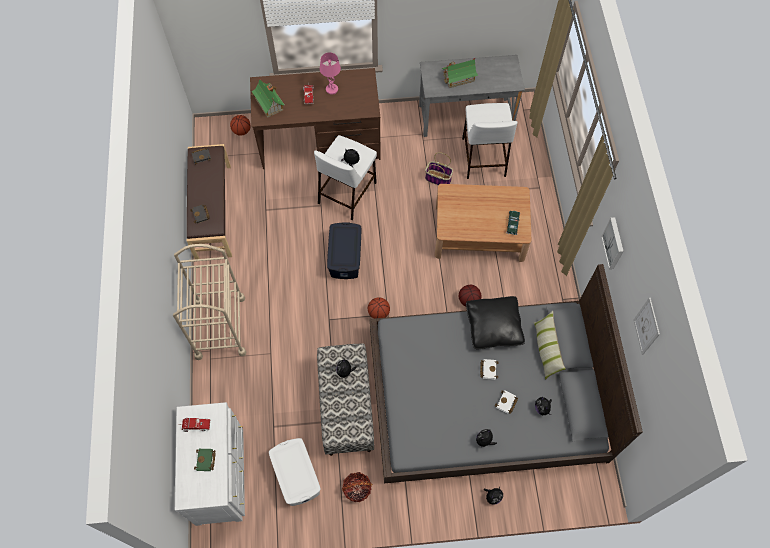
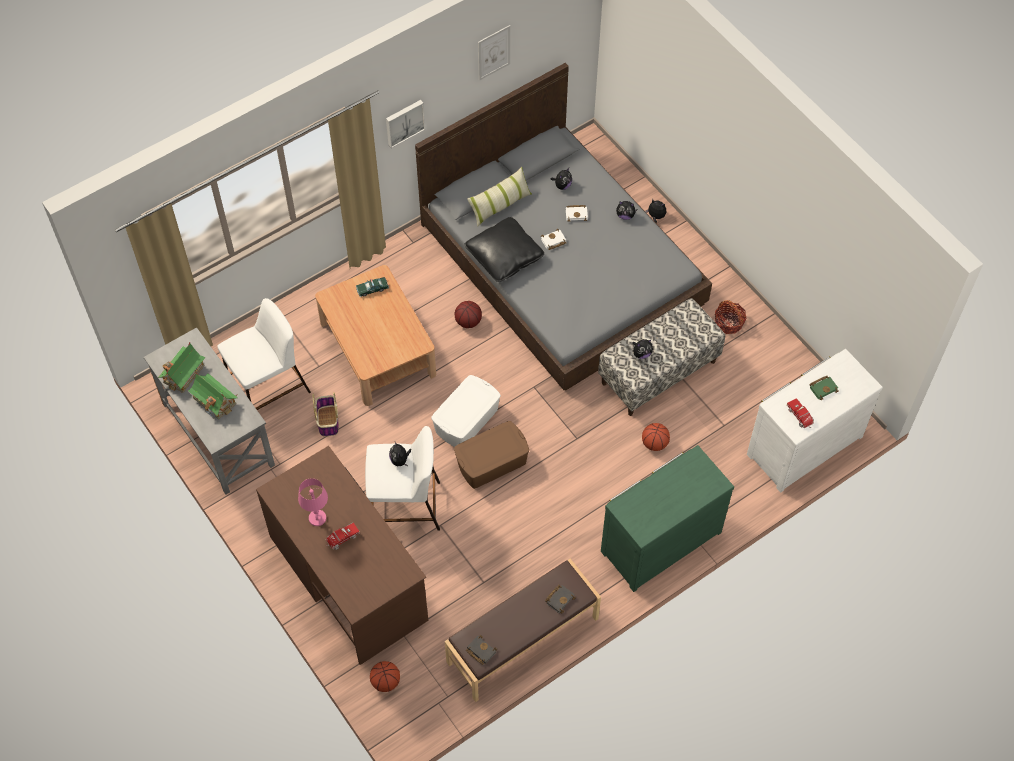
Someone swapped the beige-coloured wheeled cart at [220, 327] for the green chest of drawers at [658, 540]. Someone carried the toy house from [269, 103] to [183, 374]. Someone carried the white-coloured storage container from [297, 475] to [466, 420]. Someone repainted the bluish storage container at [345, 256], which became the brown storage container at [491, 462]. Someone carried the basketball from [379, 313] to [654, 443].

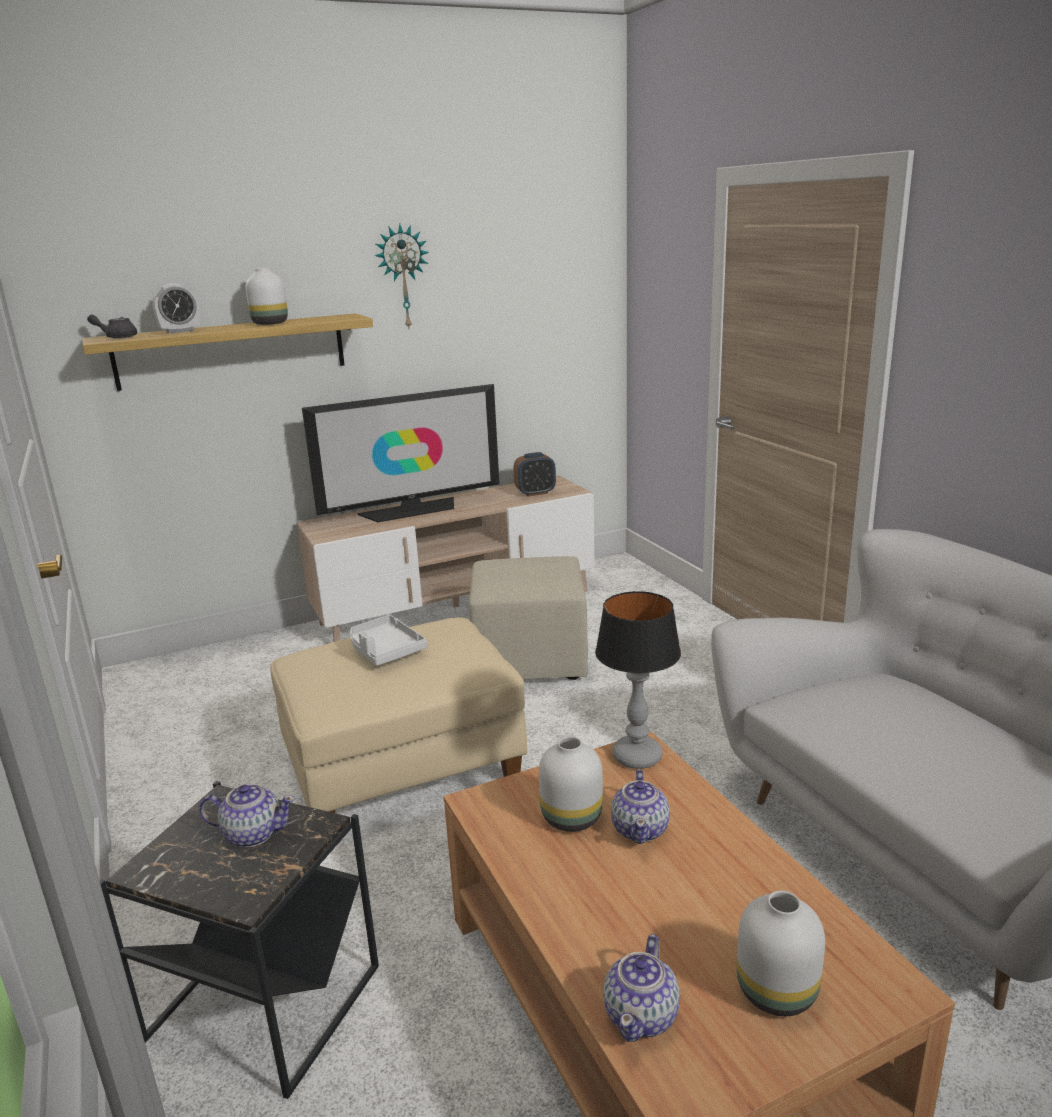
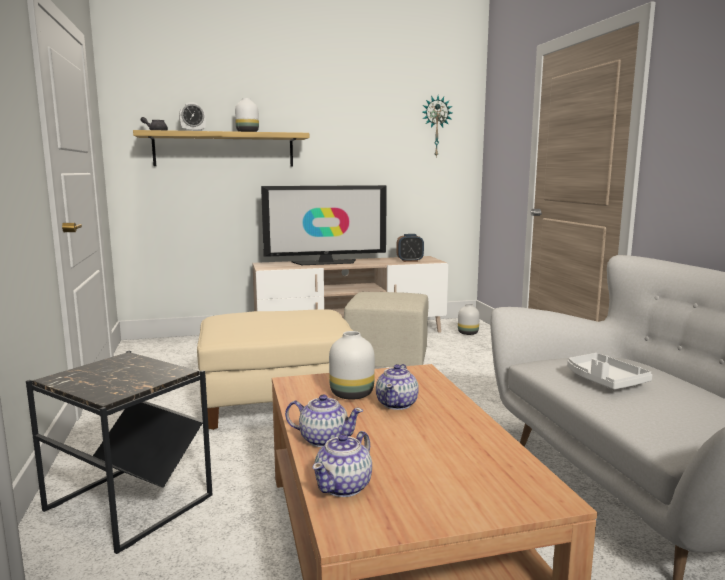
Someone carried the tea pot from [252, 833] to [323, 439]. Someone carried the white-coloured serving tray from [385, 650] to [604, 381]. Someone carried the hanging clock from [403, 277] to [436, 126]. Someone took away the lamp for a table at [638, 757]. Someone carried the white-coloured vase from [778, 990] to [468, 333].

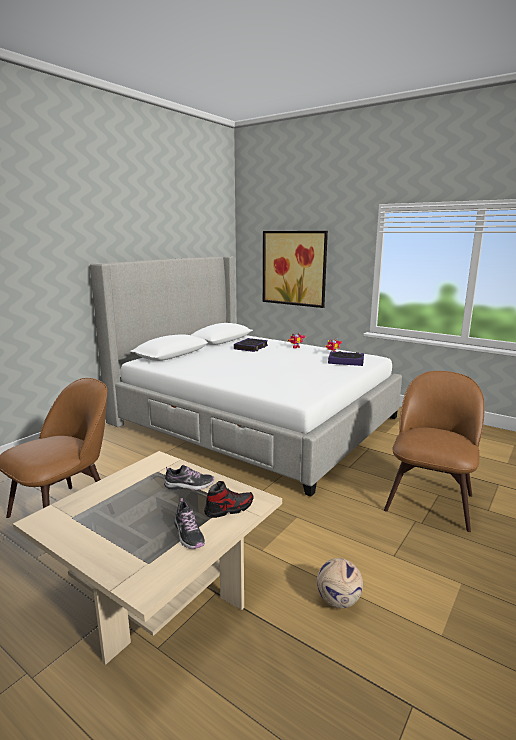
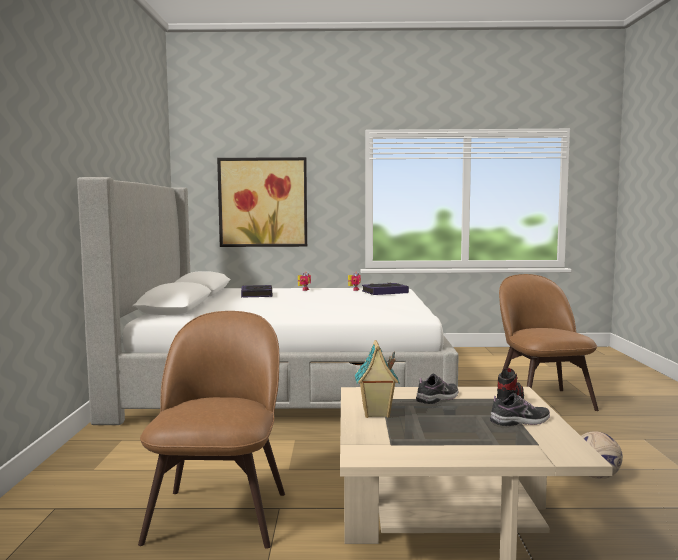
Someone rotated the shoe at [188, 534] by 45 degrees counterclockwise. Someone put down the toy house at [376, 414].

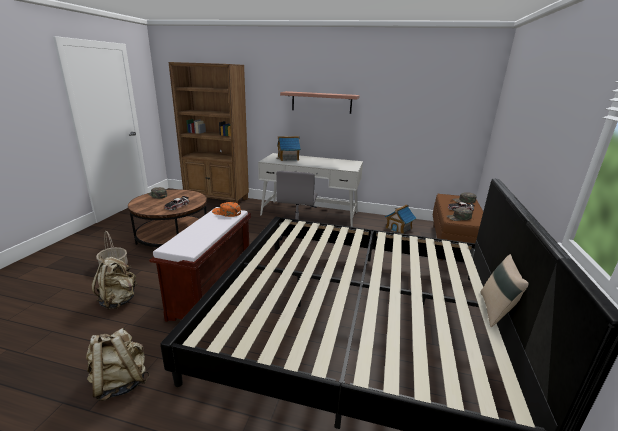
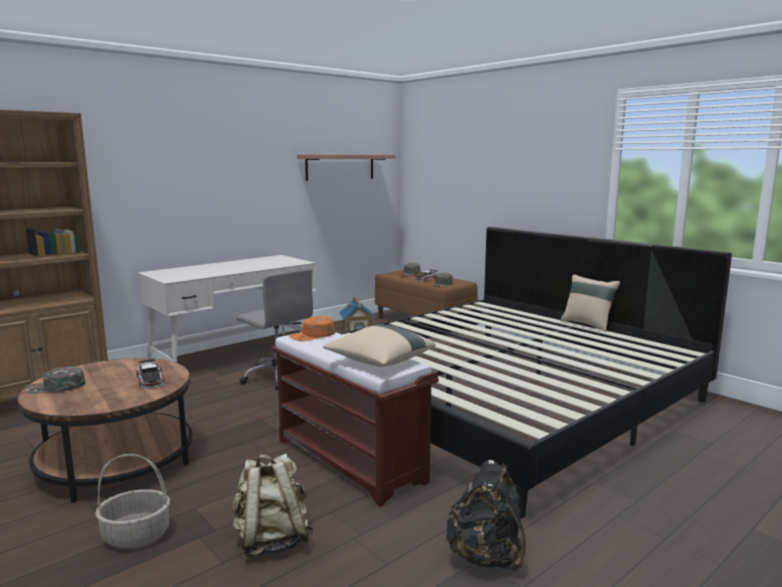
Someone repainted the beige-coloured backpack at [120, 382], which became the black-coloured backpack at [486, 557]. Someone took away the toy house at [288, 158]. Someone carried the wall shelf from [321, 102] to [340, 167]. Someone put down the beige-coloured throw pillow at [379, 361].

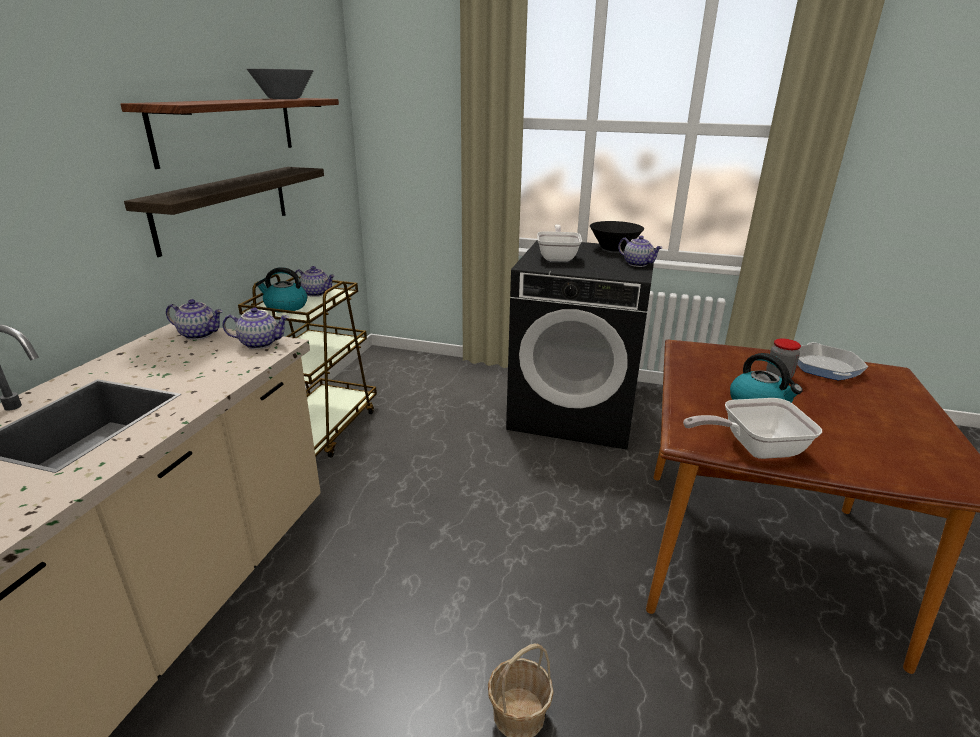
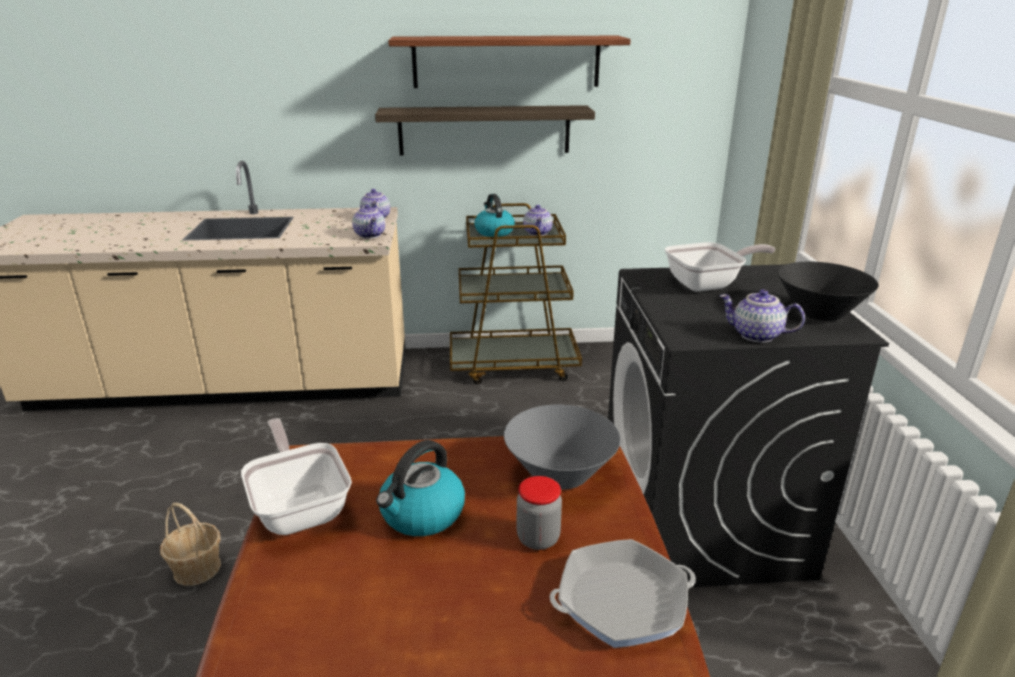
Someone carried the greyish bowl from [284, 99] to [560, 474]. Someone rotated the tea pot at [638, 264] by 90 degrees clockwise.

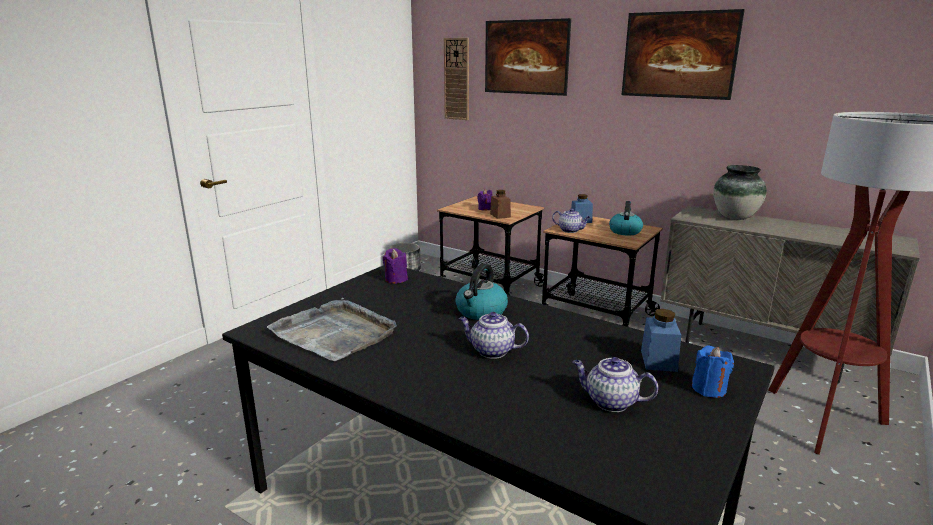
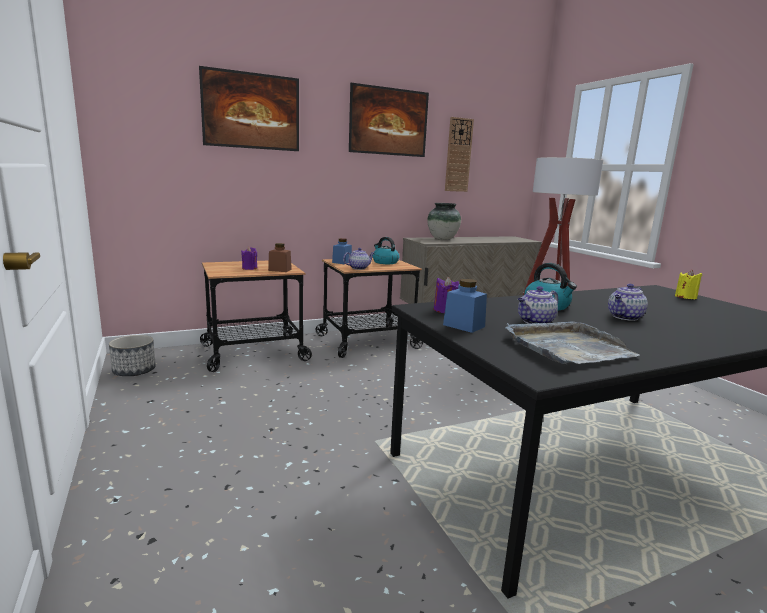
Someone carried the hanging clock from [457, 79] to [458, 155]. Someone carried the tea pot from [610, 402] to [535, 322]. Someone carried the bluish preserve jar from [658, 360] to [464, 326]. Someone repainted the bluish wax light at [709, 389], which became the yellowish wax light at [685, 297].

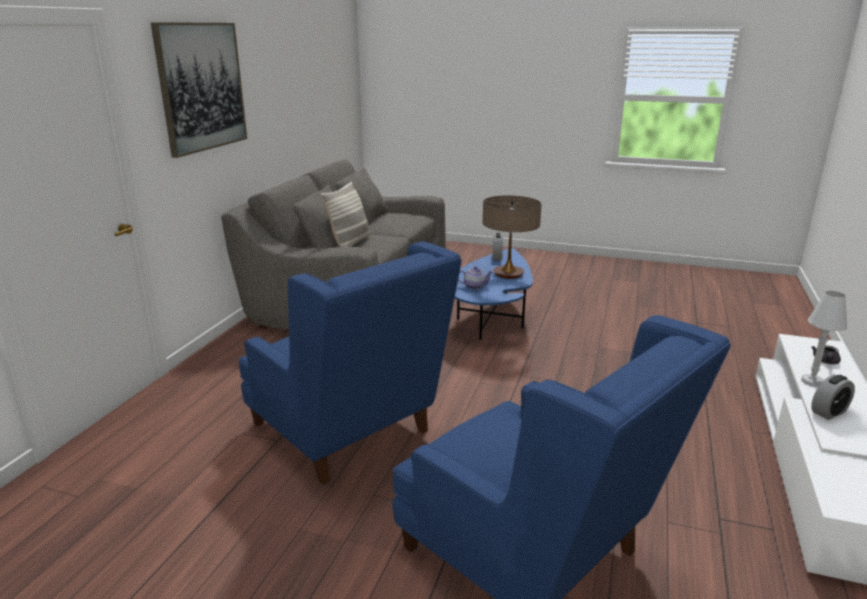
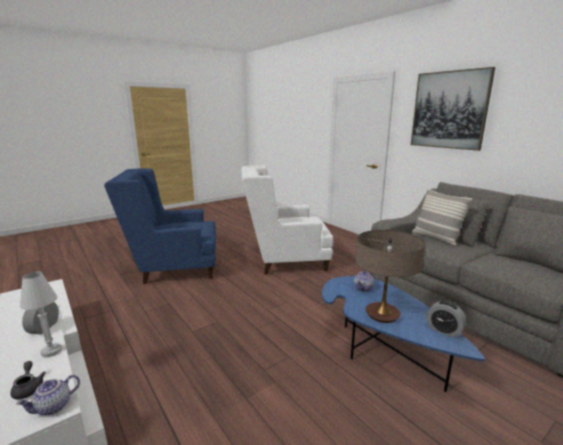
Someone repainted the bluish lounge chair at [349, 434], which became the white-coloured lounge chair at [284, 260]. Someone put down the tea pot at [53, 407].

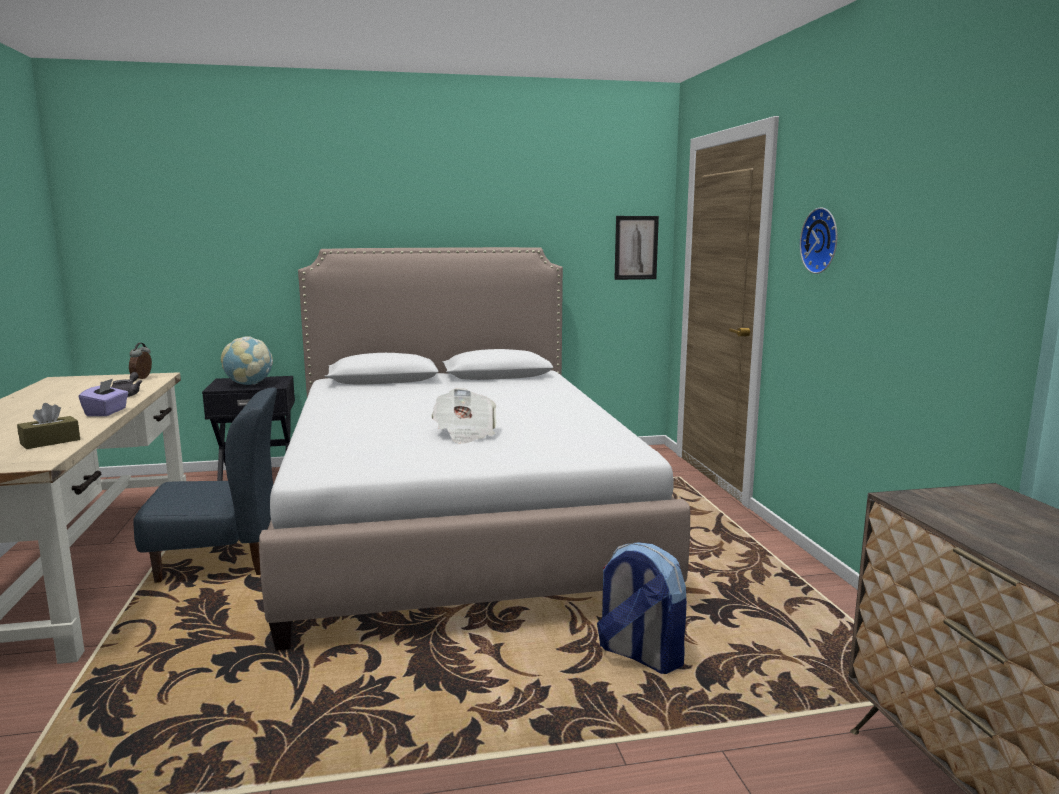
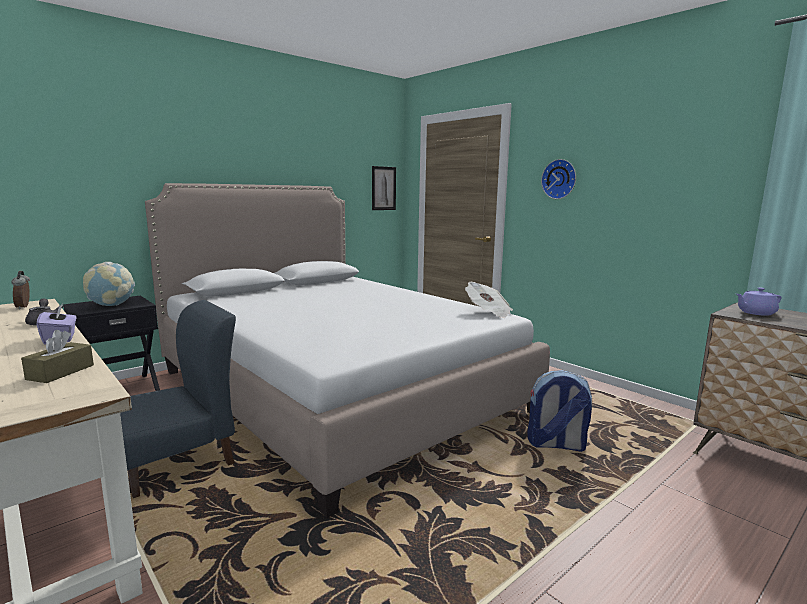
Someone carried the printed paper from [465, 434] to [488, 312]. Someone put down the purplish tea pot at [755, 313].

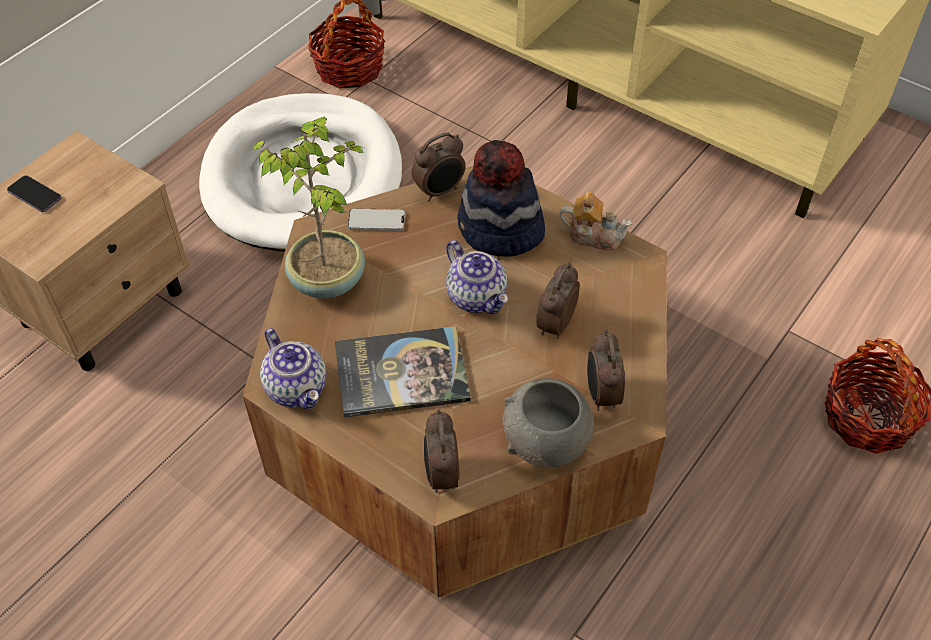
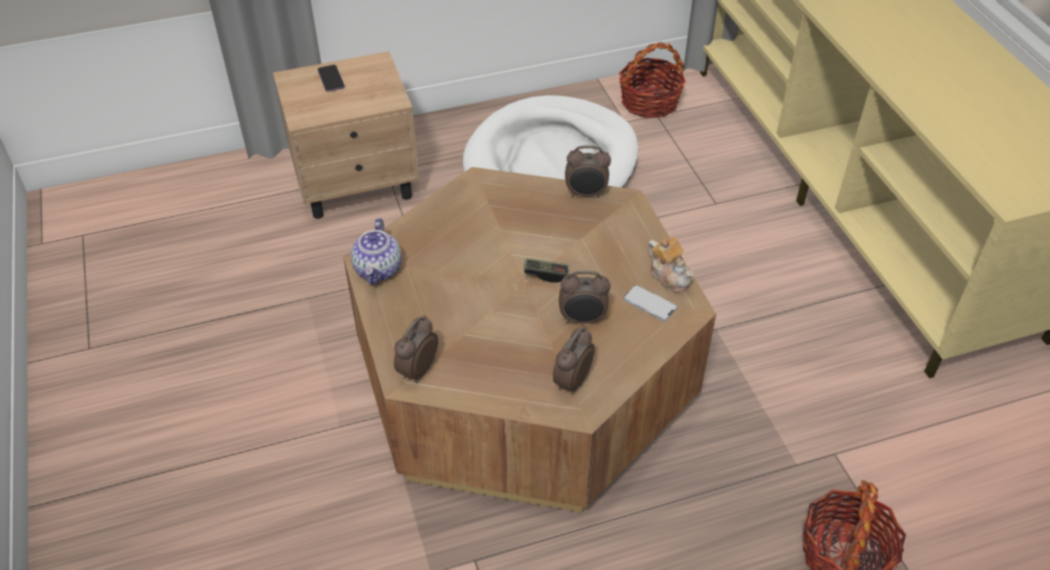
Someone took away the houseplant at [328, 279]. Someone took away the bound book at [401, 372]. Someone carried the handset from [376, 221] to [649, 304]. Someone swapped the tea pot at [477, 297] for the joypad at [546, 274]. Someone took away the wearable hat at [500, 230]. Someone took away the greyish bowl at [547, 442]. Someone rotated the table clock at [554, 325] by 150 degrees counterclockwise.

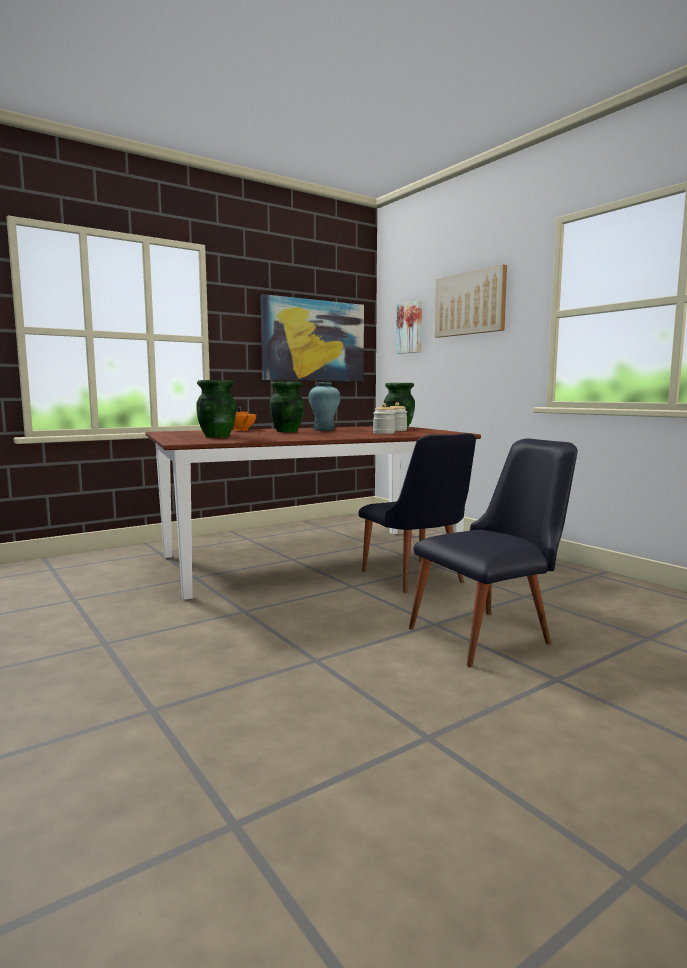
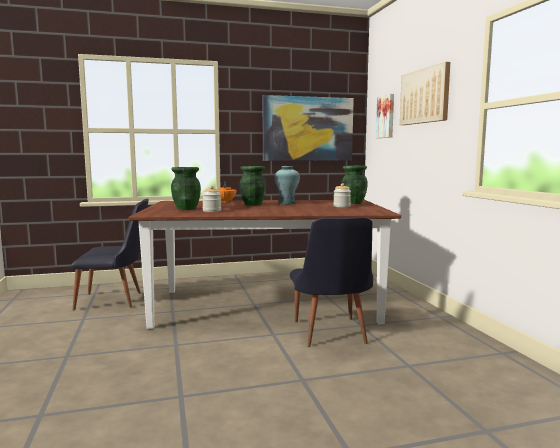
Someone carried the preserve jar from [383, 433] to [212, 211]. Someone carried the black-coloured plain chair from [491, 634] to [116, 300].

